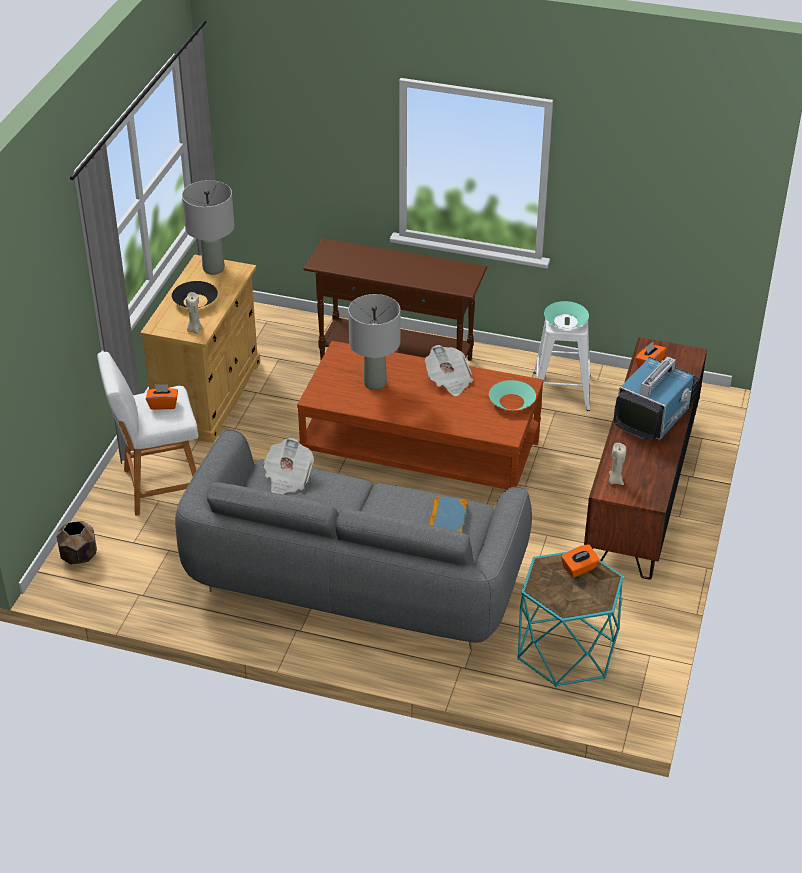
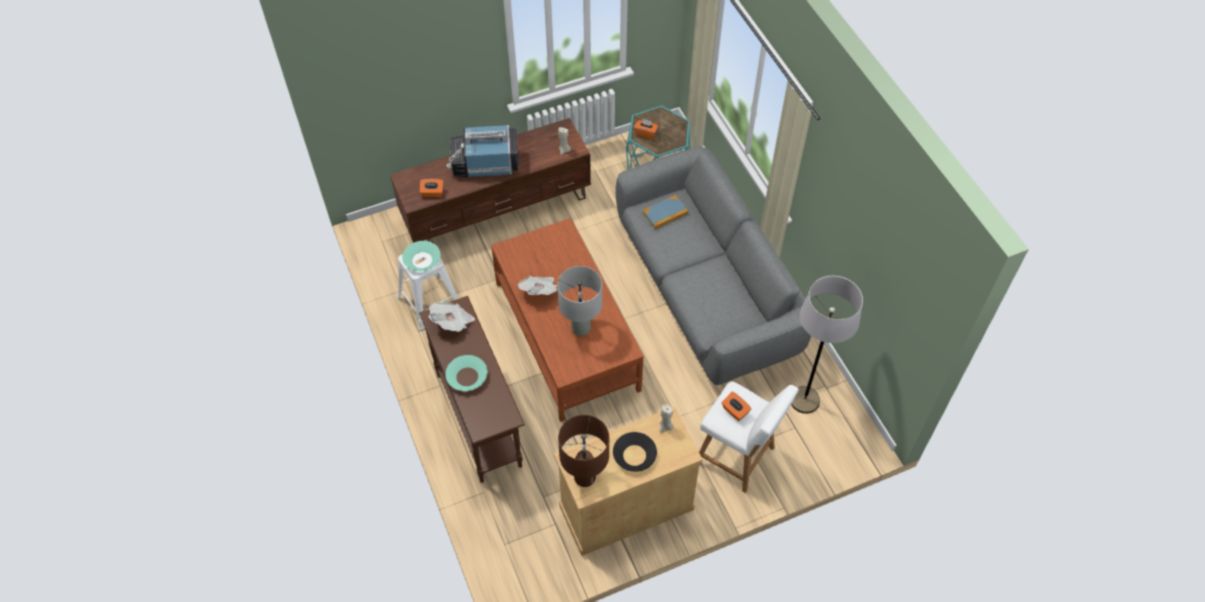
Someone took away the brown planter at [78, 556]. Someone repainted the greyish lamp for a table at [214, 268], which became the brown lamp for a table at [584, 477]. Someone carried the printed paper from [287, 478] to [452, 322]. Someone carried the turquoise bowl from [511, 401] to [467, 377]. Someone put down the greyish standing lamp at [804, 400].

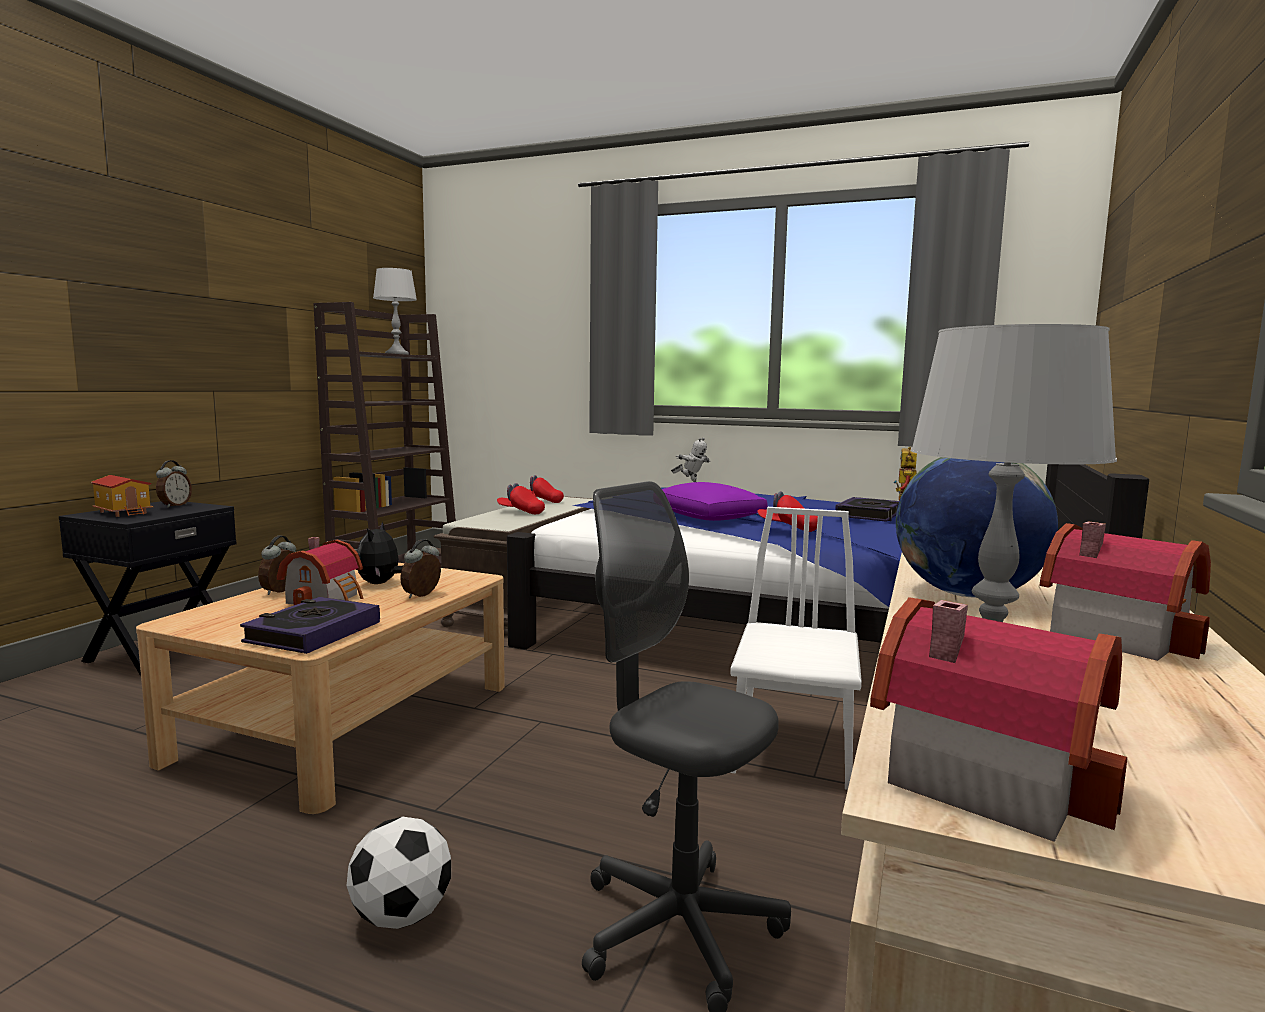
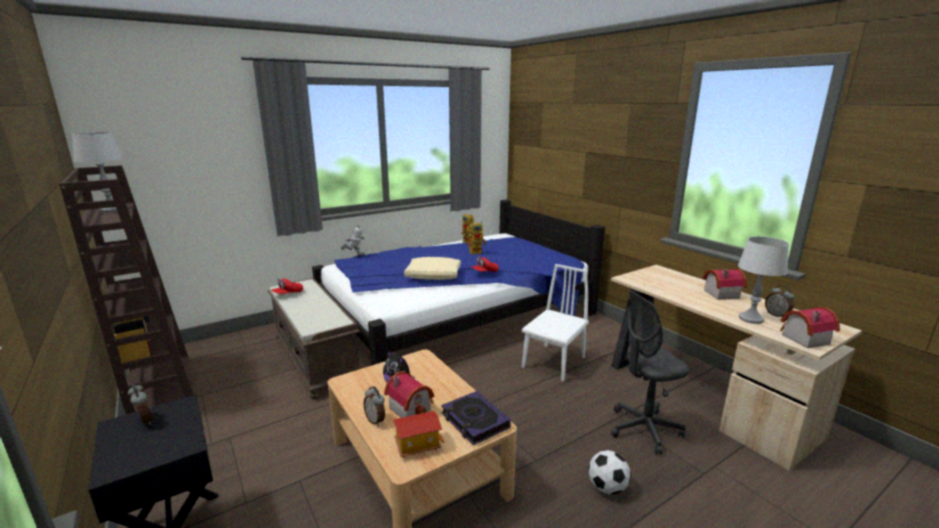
Someone carried the toy house from [124, 512] to [418, 445]. Someone carried the table clock from [422, 595] to [776, 315]. Someone took away the reddish baseball cap at [521, 512]. Someone repainted the purplish throw pillow at [707, 517], which became the beige-coloured throw pillow at [433, 276]. Someone rotated the white-coloured plain chair at [793, 748] by 75 degrees clockwise. Someone swapped the bound book at [869, 515] for the model robot at [477, 252]. Someone took away the desk globe at [966, 594].

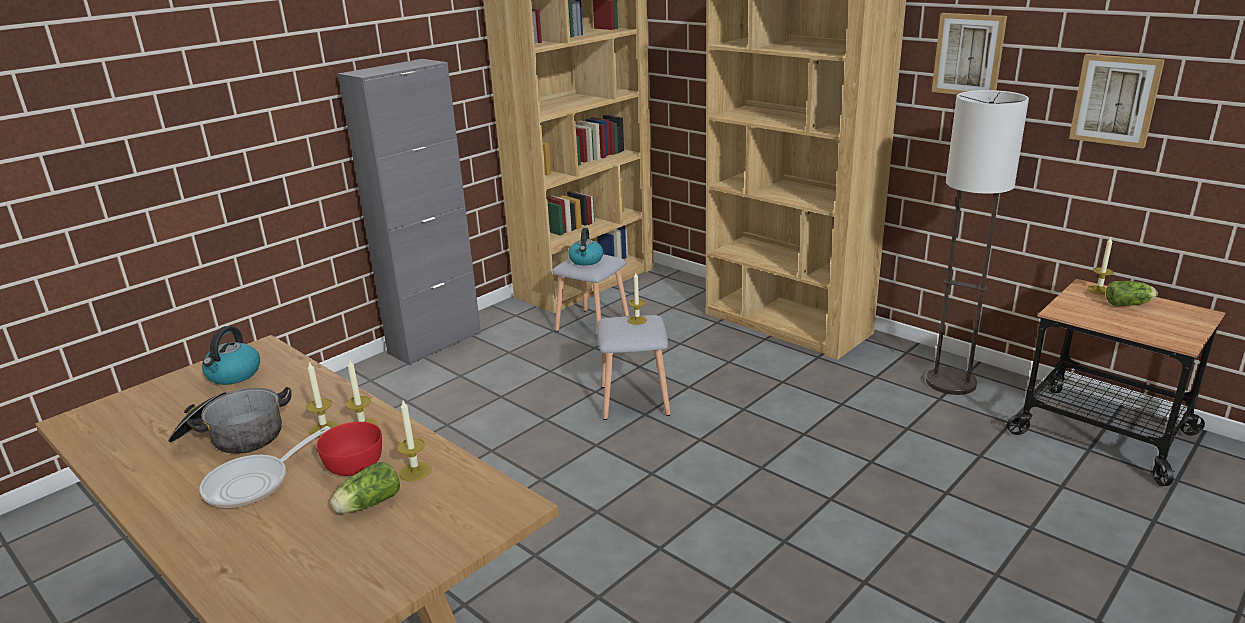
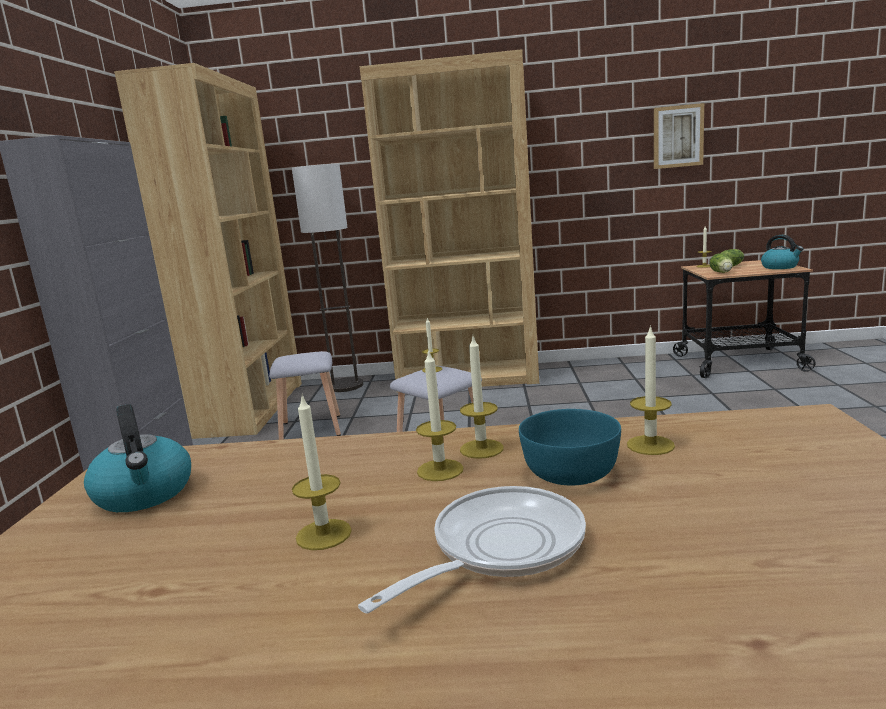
Someone swapped the saucepot at [233, 437] for the wax light at [323, 534]. Someone rotated the skillet at [254, 483] by 135 degrees counterclockwise. Someone repainted the reddish bowl at [354, 465], which became the turquoise bowl at [572, 472]. Someone carried the lettuce head from [367, 505] to [722, 273]. Someone carried the tea kettle from [586, 260] to [780, 267]. Someone carried the standing lamp from [951, 382] to [345, 386]. Someone took away the wall picture at [969, 54].

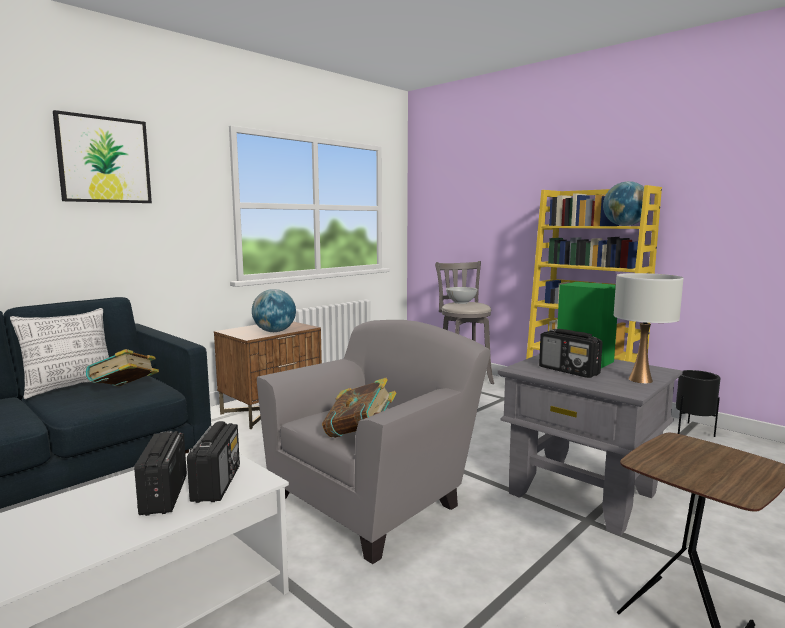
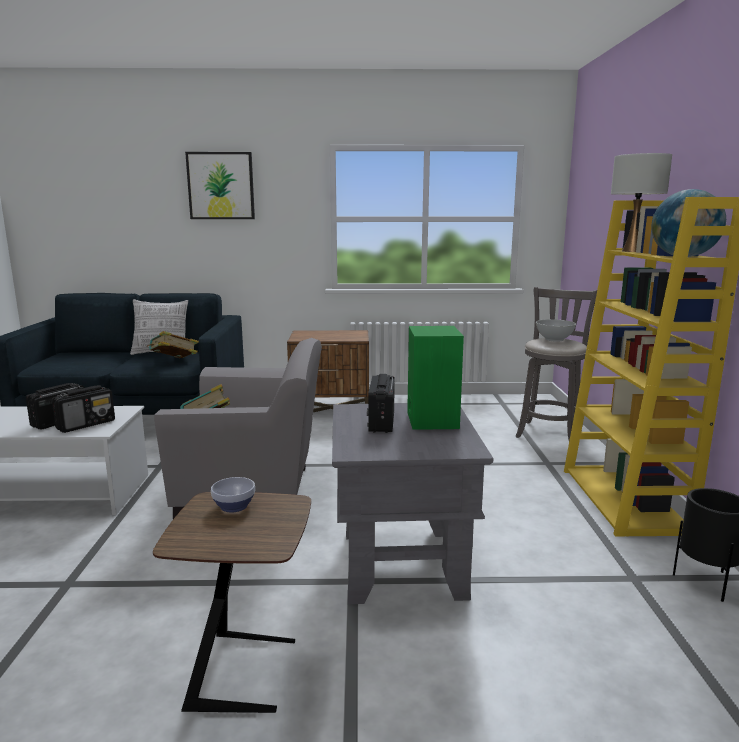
Someone took away the desk globe at [274, 331]. Someone carried the white-coloured lamp for a table from [640, 380] to [632, 251]. Someone put down the bowl at [233, 507].

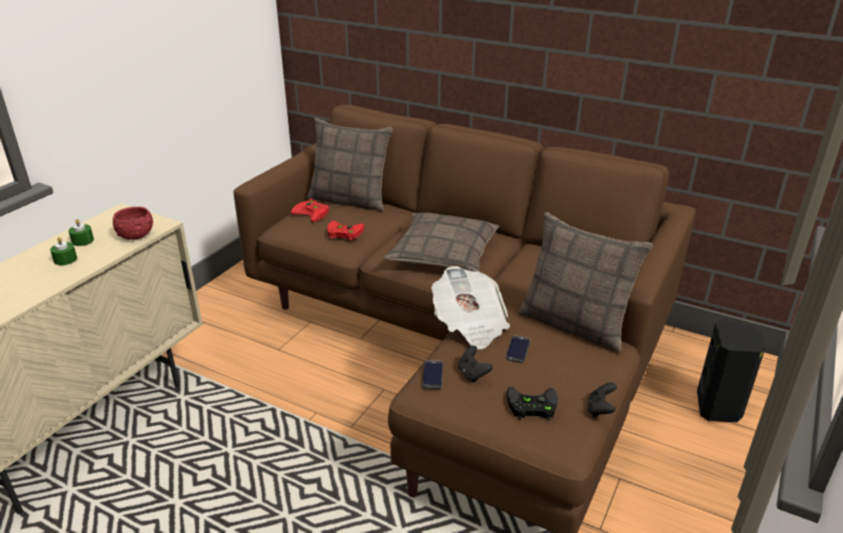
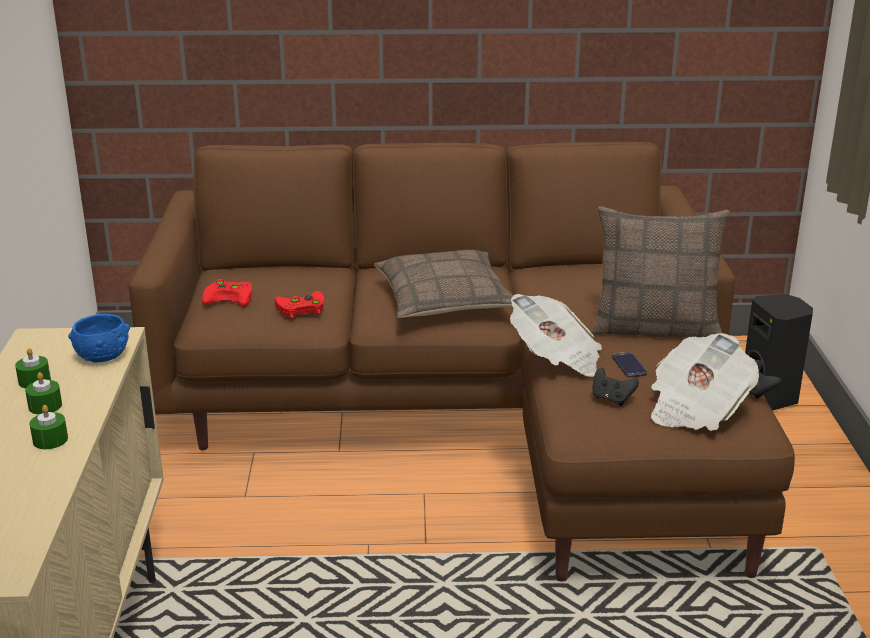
Someone repainted the reddish bowl at [136, 234], which became the bluish bowl at [102, 355]. Someone took away the throw pillow at [350, 200]. Someone took away the handset at [432, 375]. Someone swapped the black-coloured joypad at [530, 406] for the printed paper at [696, 408]. Someone put down the green wax light at [50, 440].

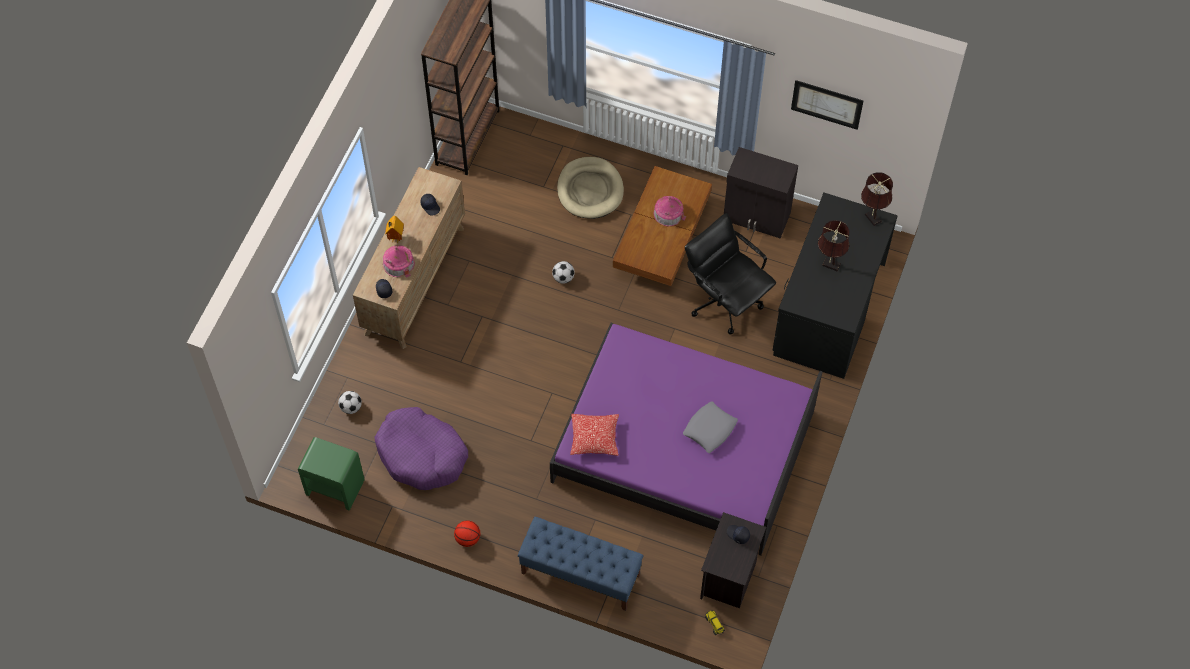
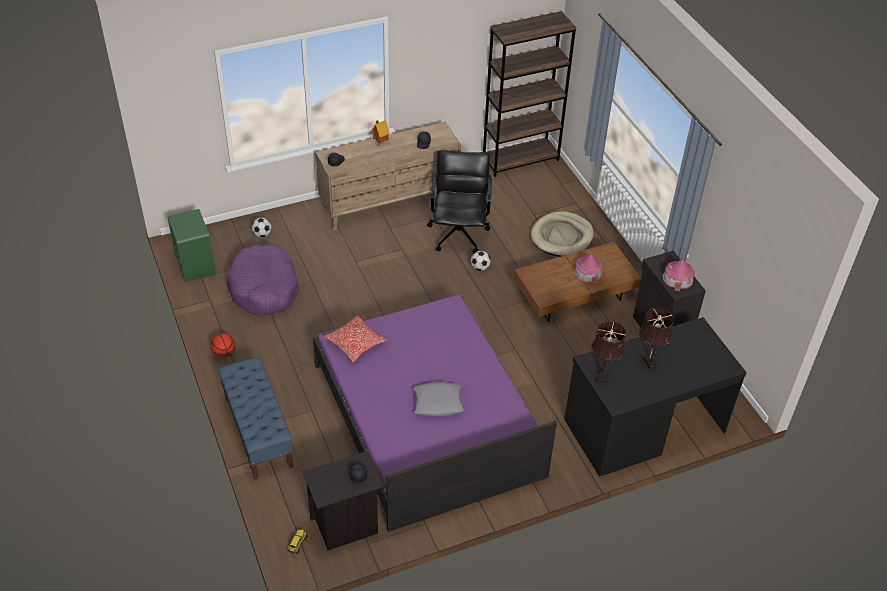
Someone carried the toy house from [398, 263] to [678, 278]. Someone carried the black-coloured desk chair from [725, 301] to [459, 234]. Someone took away the wall picture at [826, 104]. Someone carried the brown lamp for a table from [872, 216] to [603, 374].

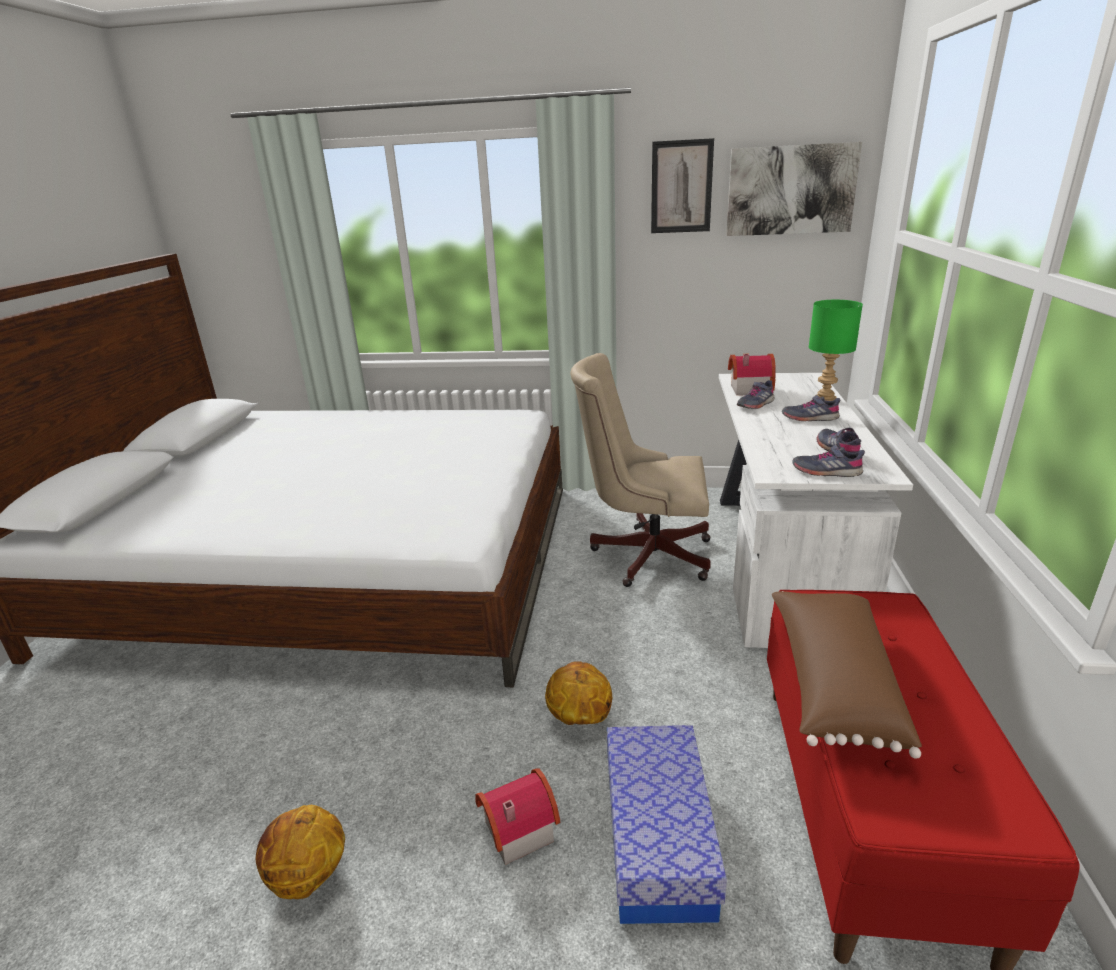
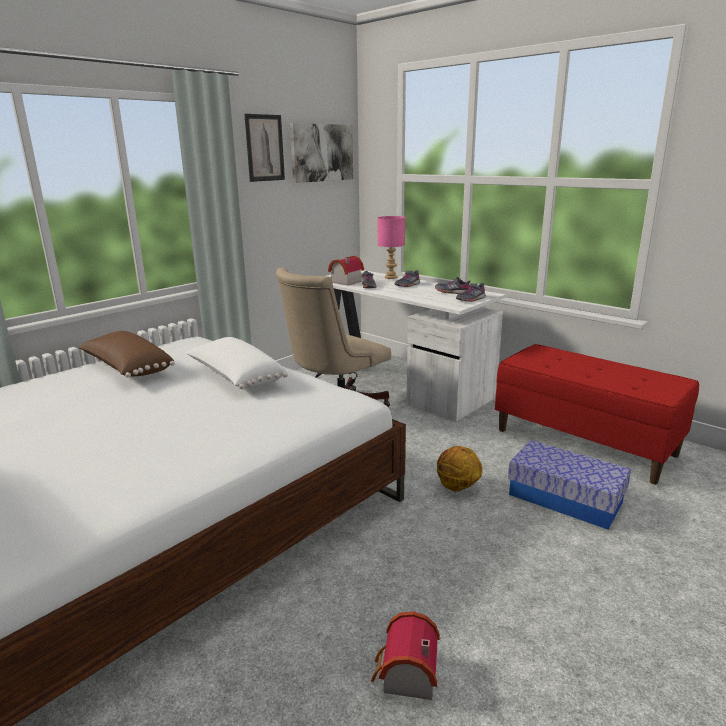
Someone took away the basketball at [308, 877]. Someone carried the toy house from [515, 828] to [405, 676]. Someone carried the brown throw pillow from [831, 683] to [127, 368]. Someone repainted the green lamp for a table at [826, 399], which became the pinkish lamp for a table at [391, 277]. Someone put down the white-coloured throw pillow at [235, 377].

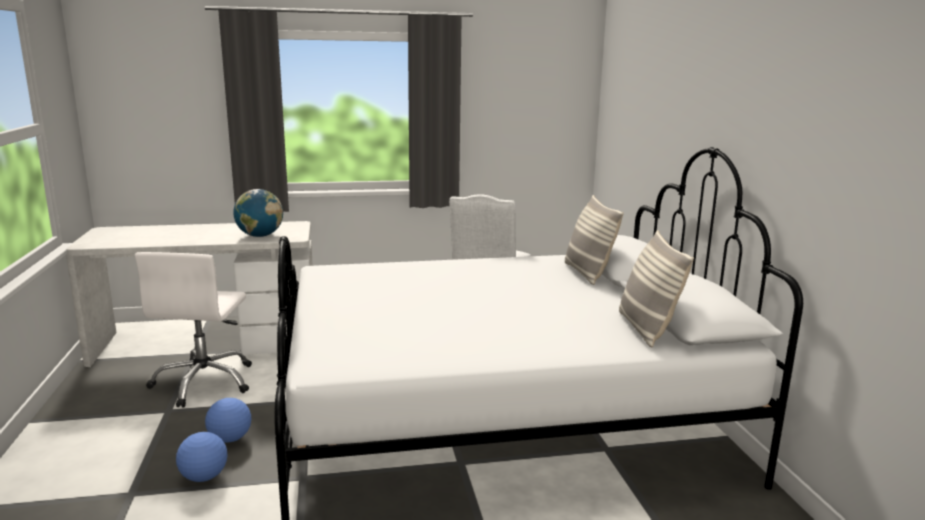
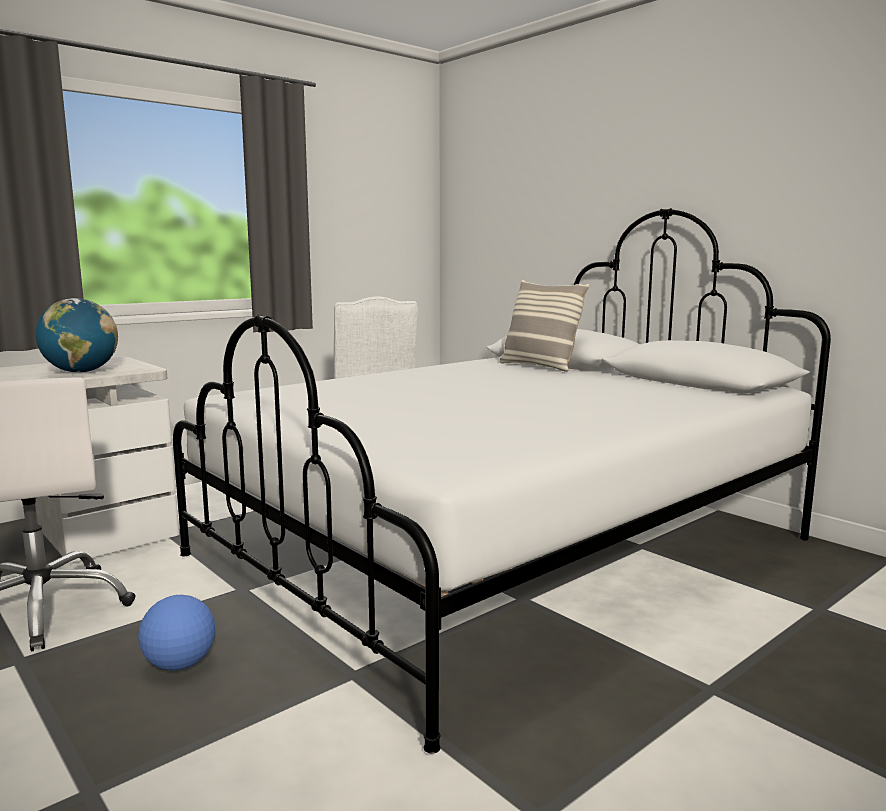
Someone took away the ball for football at [204, 477]. Someone took away the throw pillow at [646, 329].

